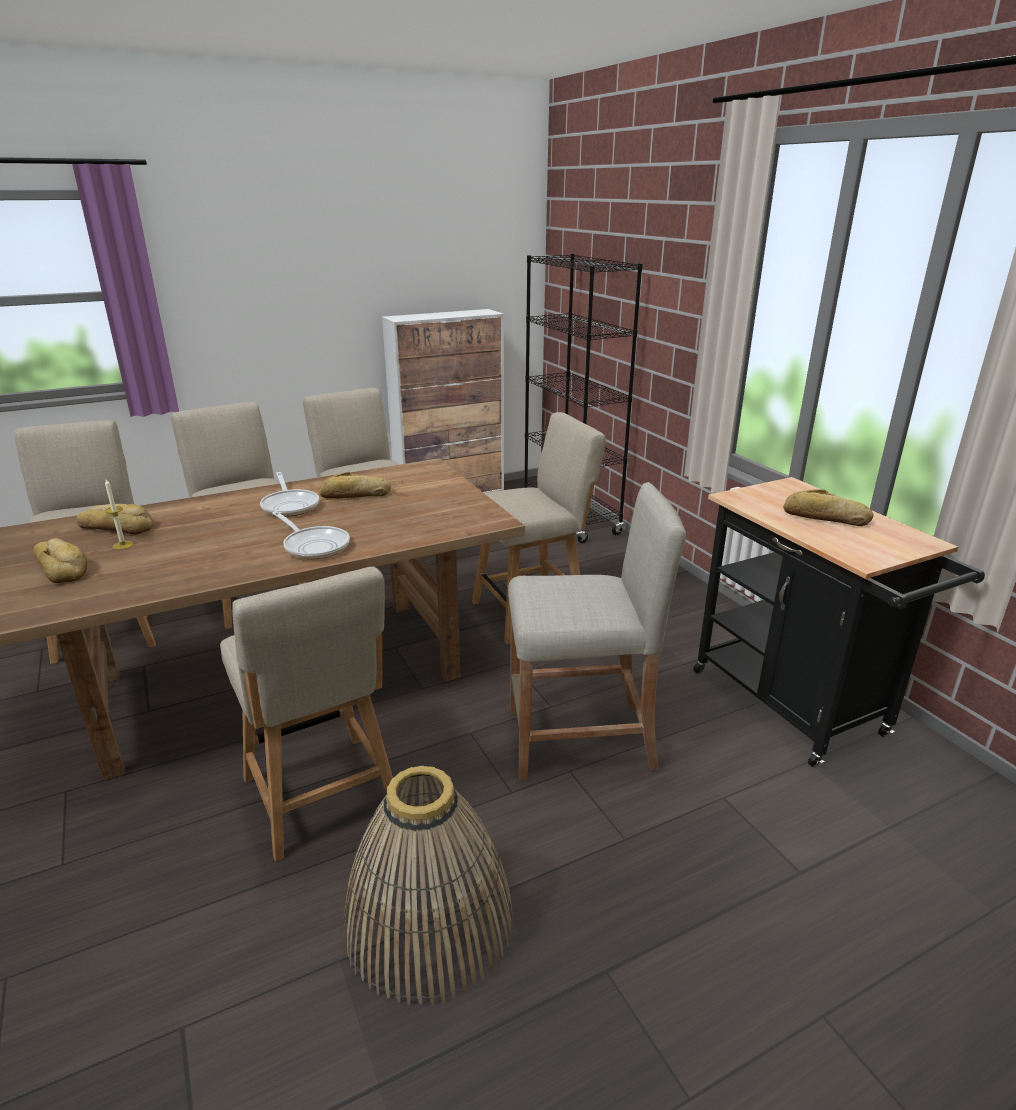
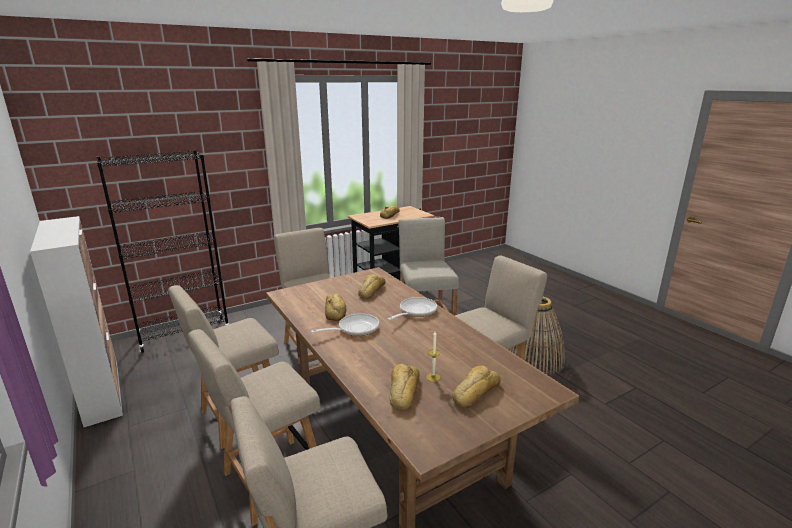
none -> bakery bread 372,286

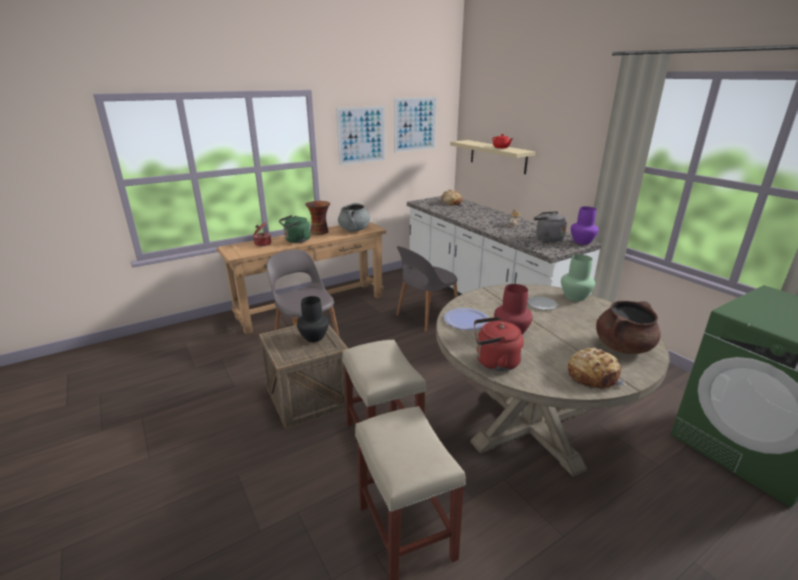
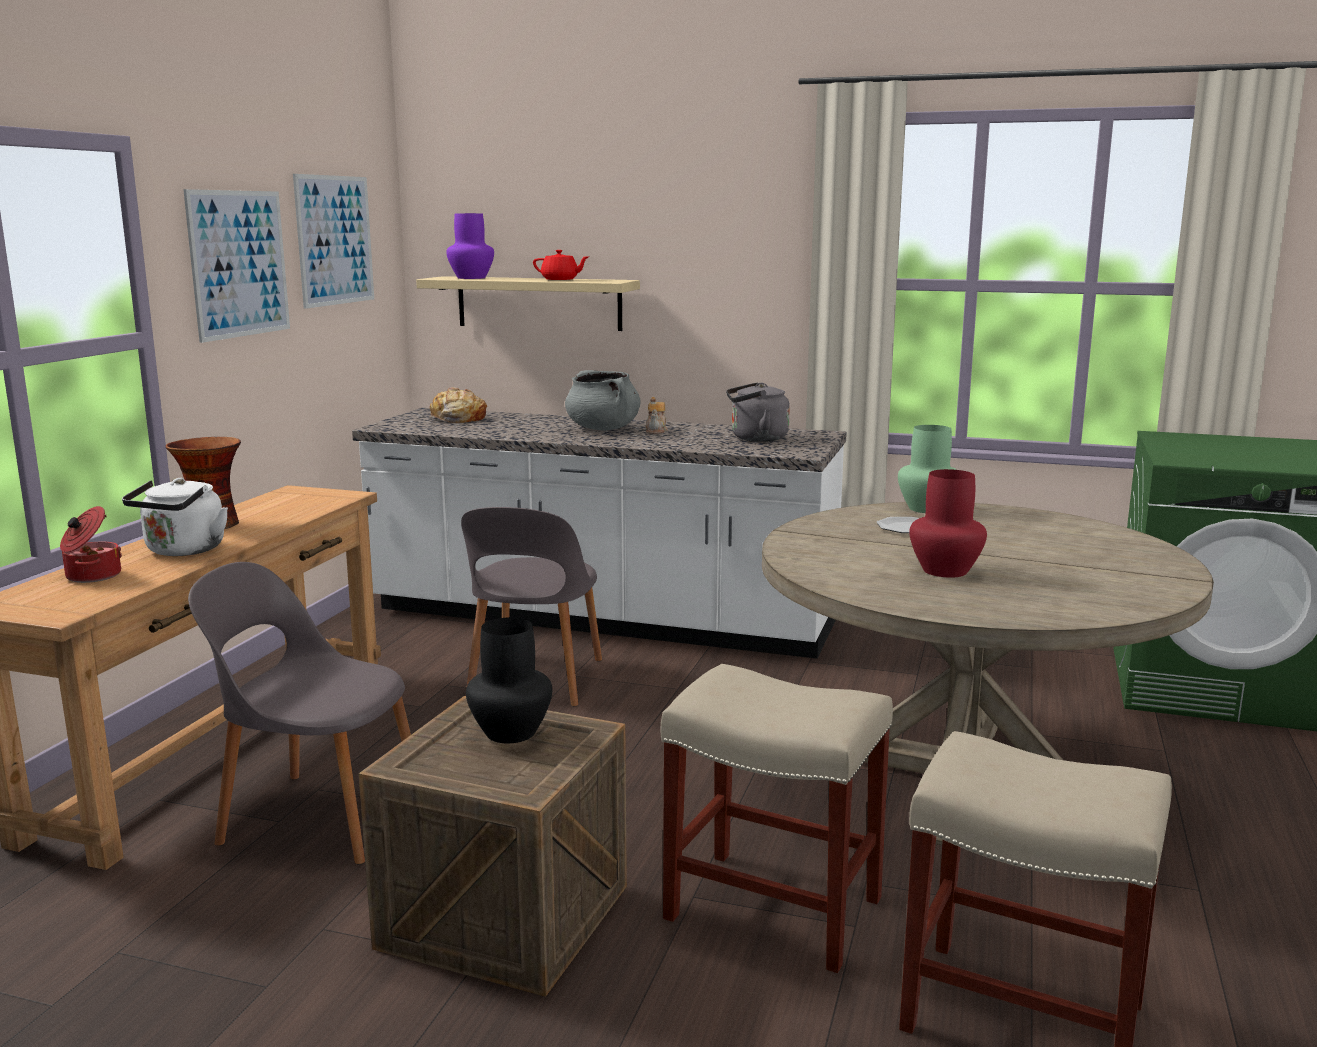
green-coloured water kettle 294,229 -> white-coloured water kettle 175,517
greyish saucepot 354,217 -> greyish saucepot 603,400, shifted
dinner plate 466,319 -> none
reddish water kettle 499,344 -> none
bakery bread 597,368 -> none
purplish vase 585,225 -> purplish vase 470,246, shifted
brownish saucepot 628,327 -> none

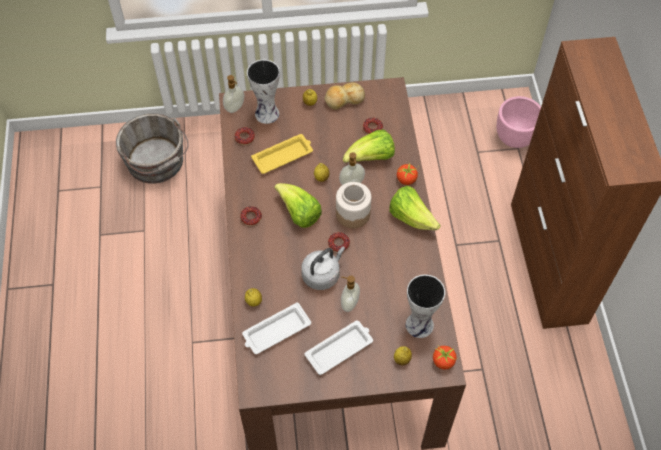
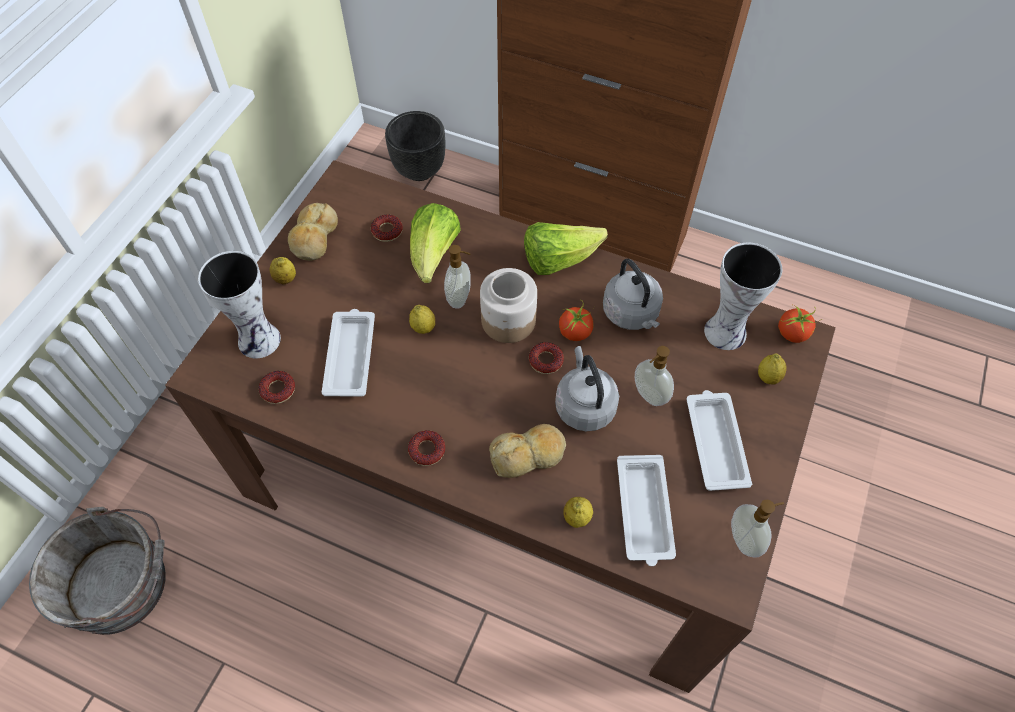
soap dispenser 233,94 -> soap dispenser 757,529, shifted
yellow carrying tray 282,154 -> white-coloured carrying tray 348,353
head of lettuce 298,205 -> none
tomato 408,173 -> tomato 576,320, shifted
pink-coloured flower pot 518,122 -> black-coloured flower pot 415,146
none -> bakery bread 527,451
none -> greyish water kettle 633,294

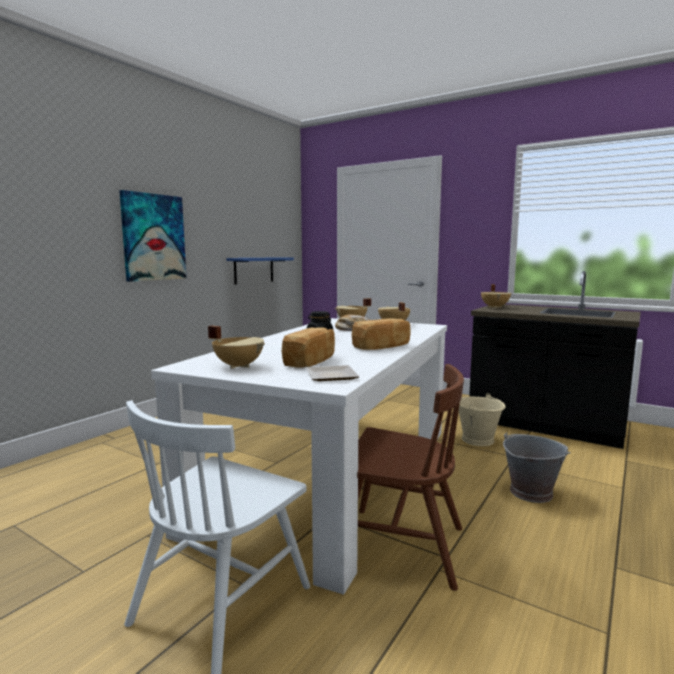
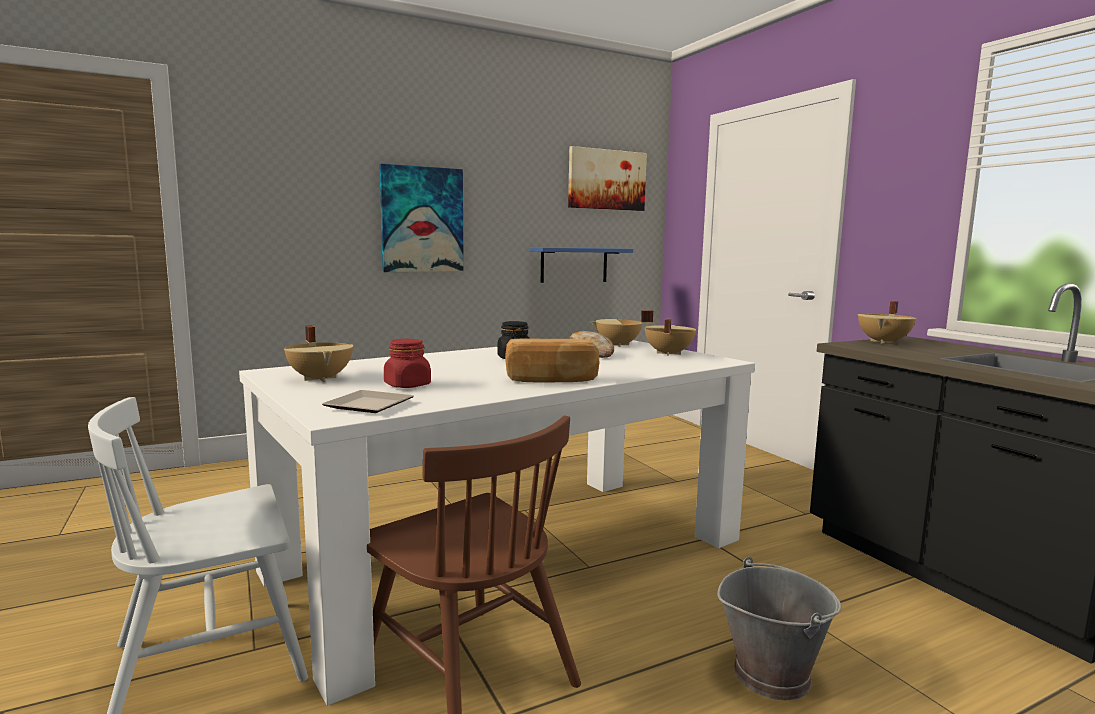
bakery bread 308,347 -> reddish jar 407,363
beige water bucket 482,419 -> none
none -> wall art 607,178

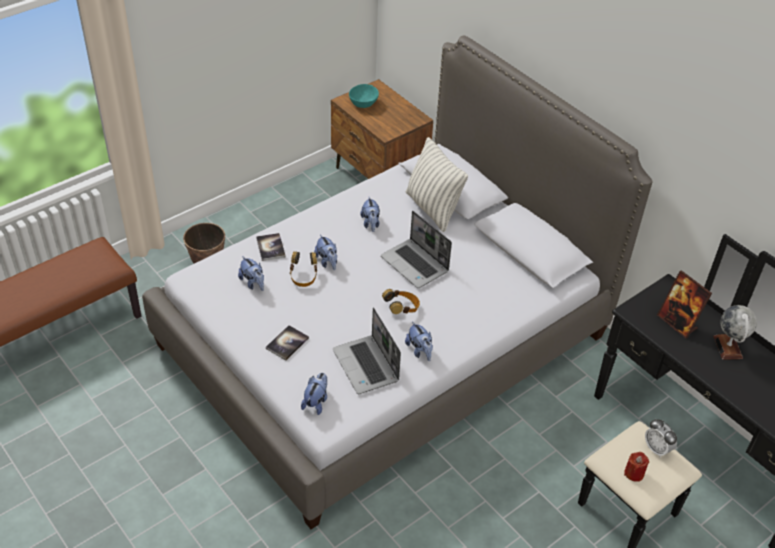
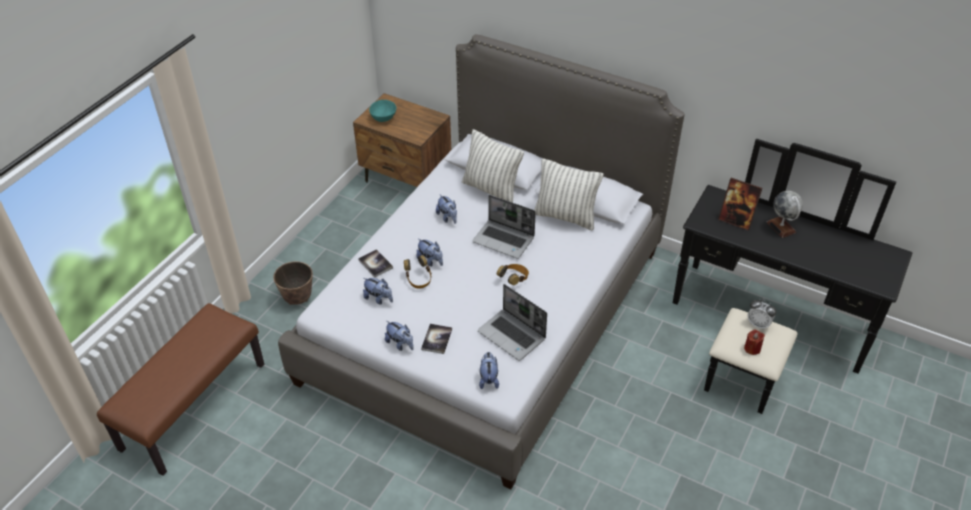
soft toy 419,341 -> soft toy 399,336, shifted
none -> pillow 569,194

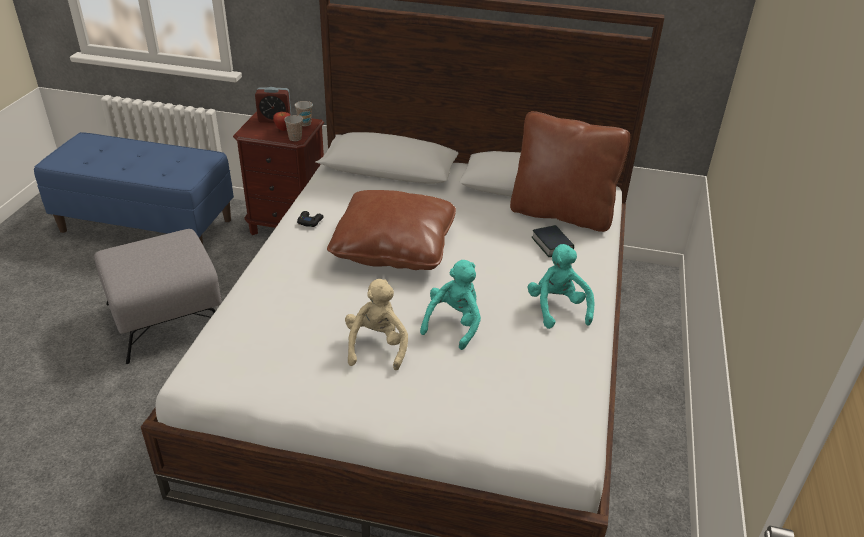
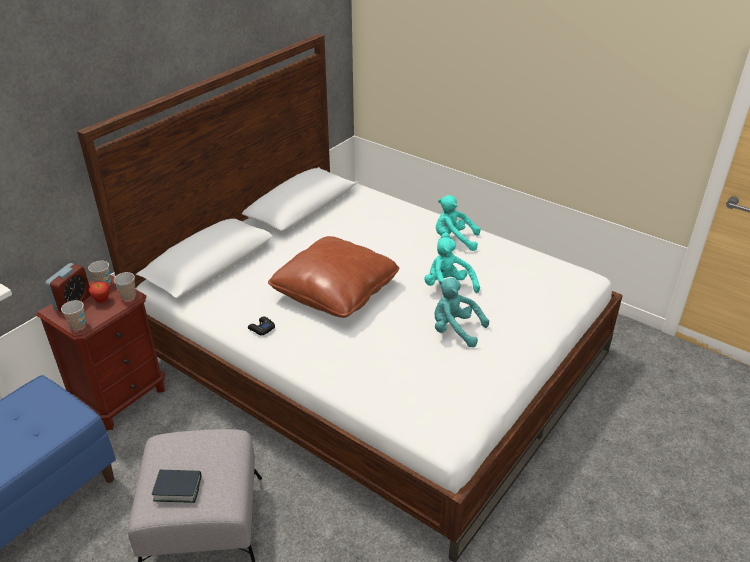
beige soft toy 376,324 -> turquoise-coloured soft toy 461,312
brownish pillow 570,171 -> none
book 553,241 -> book 176,486, shifted
none -> cup 73,315

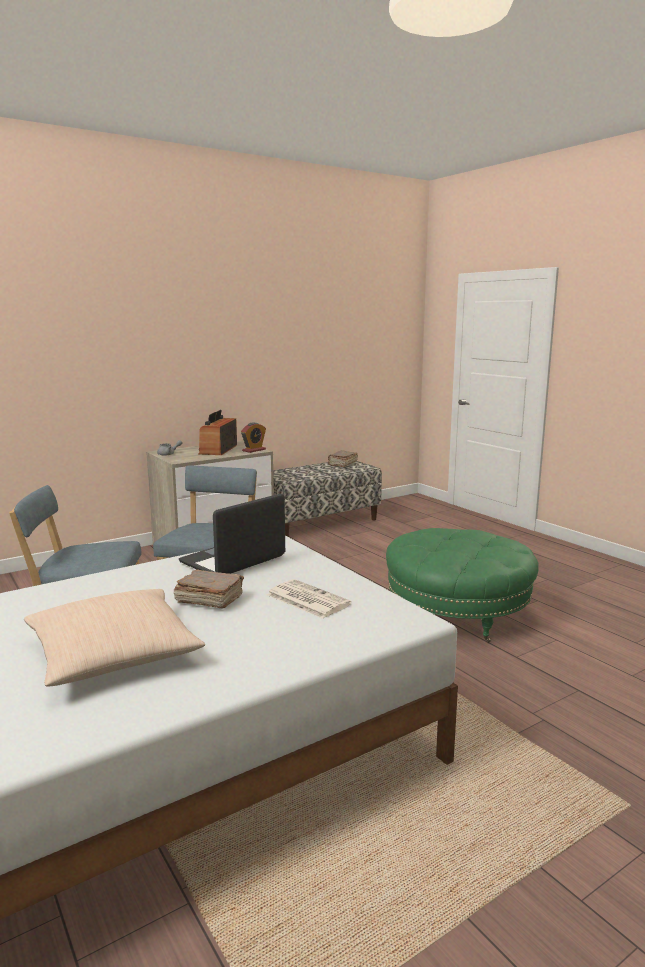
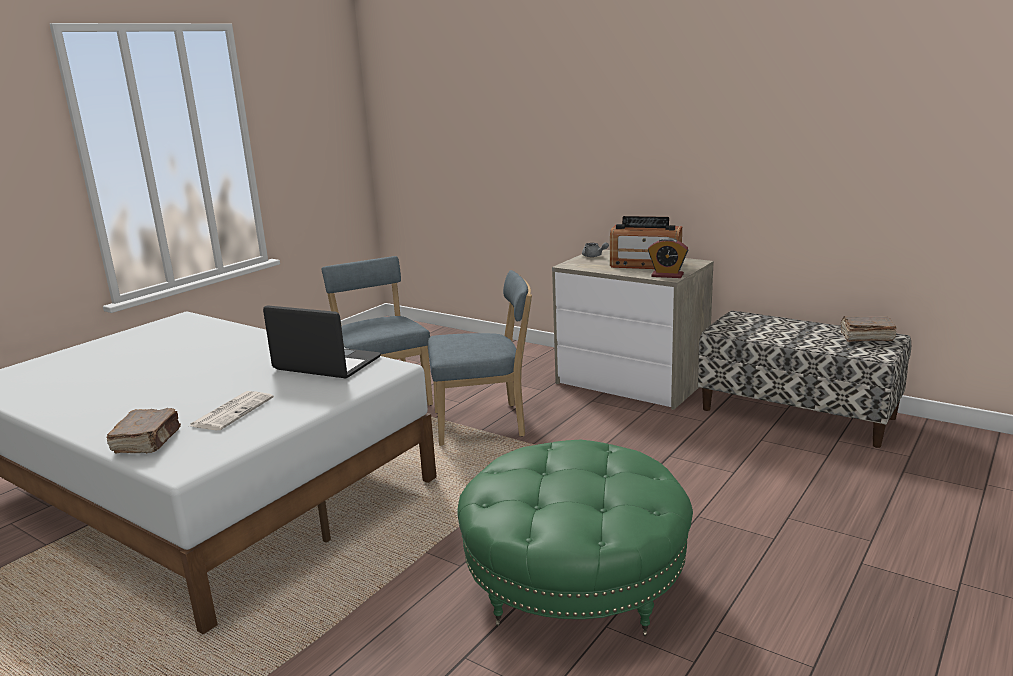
beige pillow 114,637 -> none
brownish book 209,589 -> brownish book 143,430, shifted
radio 217,432 -> radio 646,242, 150 degrees counterclockwise

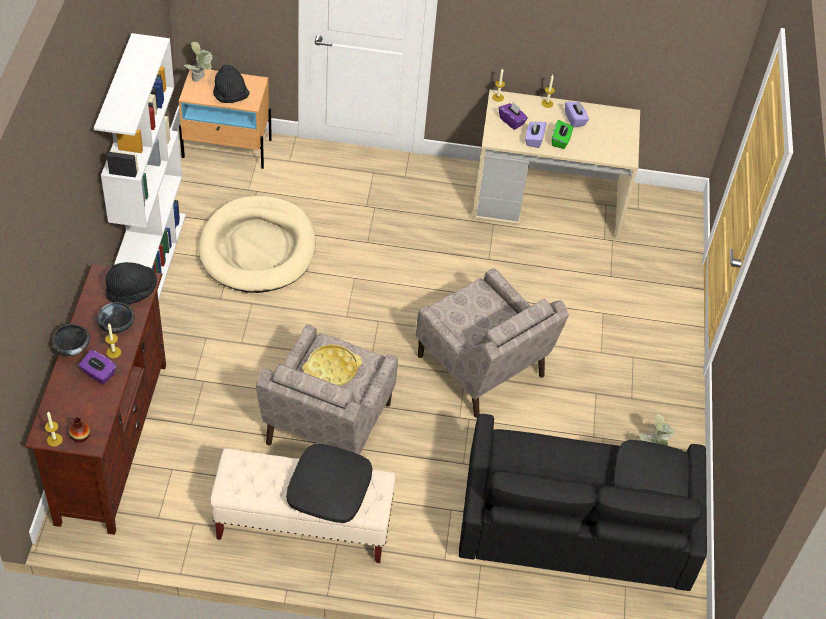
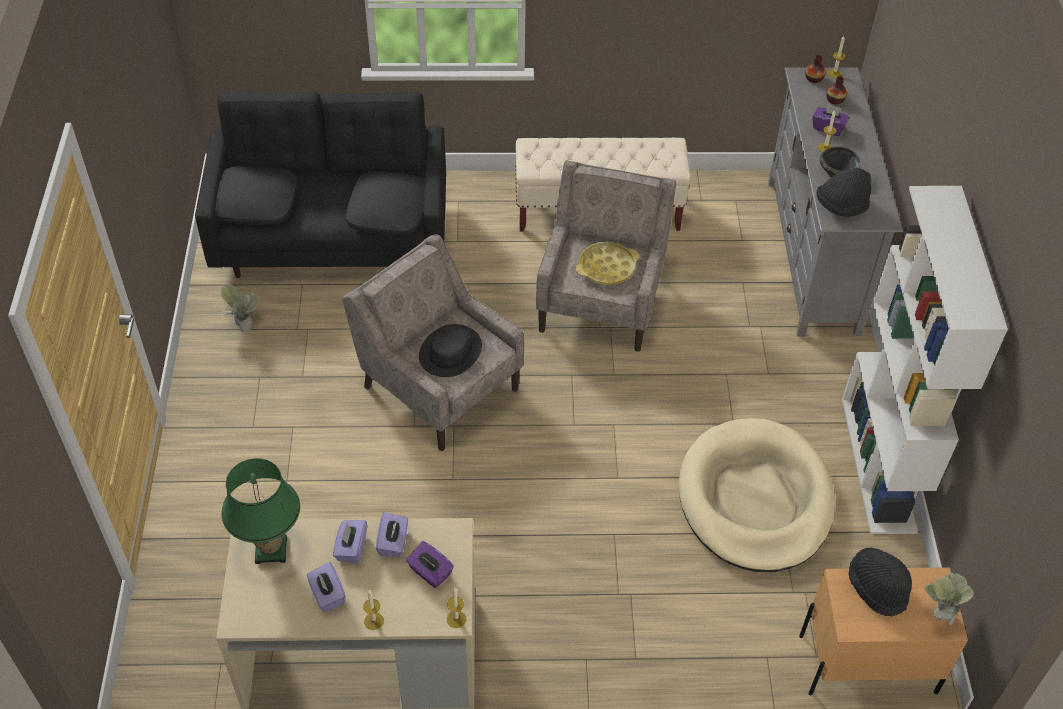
brownish tv stand 95,399 -> greyish tv stand 835,202
black-coloured bowl 70,340 -> none
black-coloured pillow 329,483 -> black-coloured pillow 385,203, shifted
green-coloured tissue box 562,134 -> purplish tissue box 350,542
none -> green-coloured table lamp 261,511
none -> black-coloured wearable hat 450,350
none -> vase 836,90

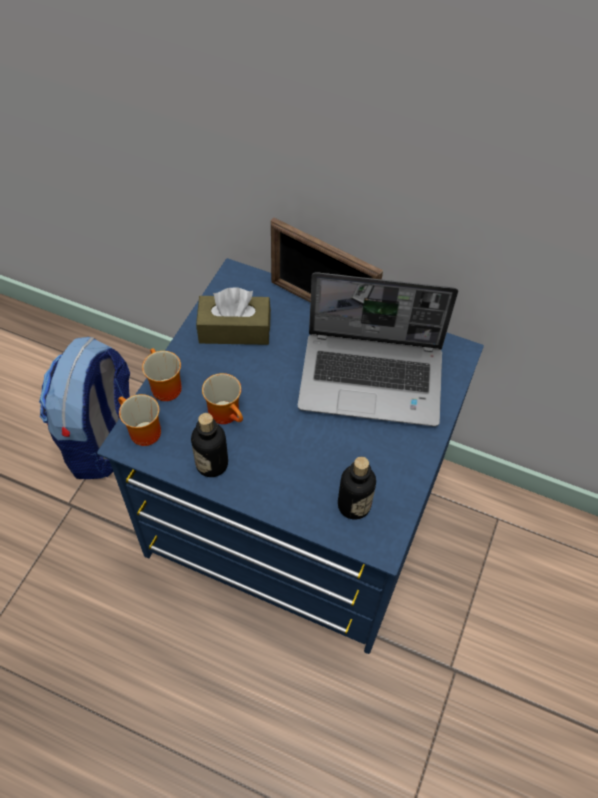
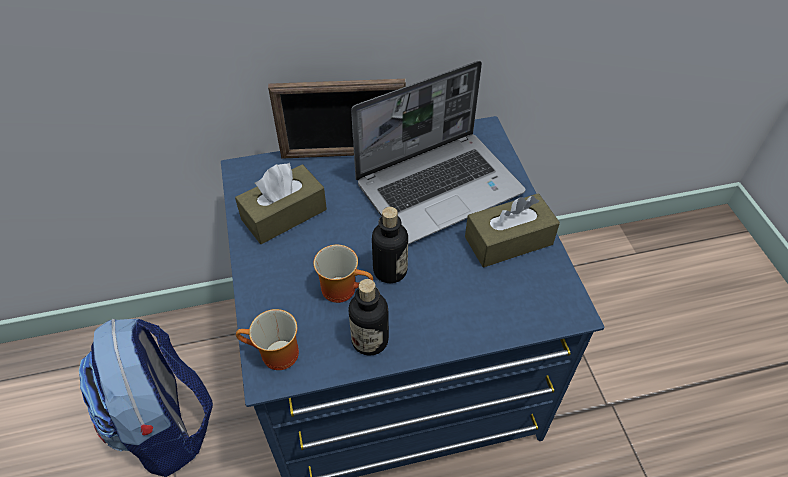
coffee mug 162,374 -> none
drink bottle 357,488 -> drink bottle 390,245, shifted
none -> brownish tissue box 512,230

